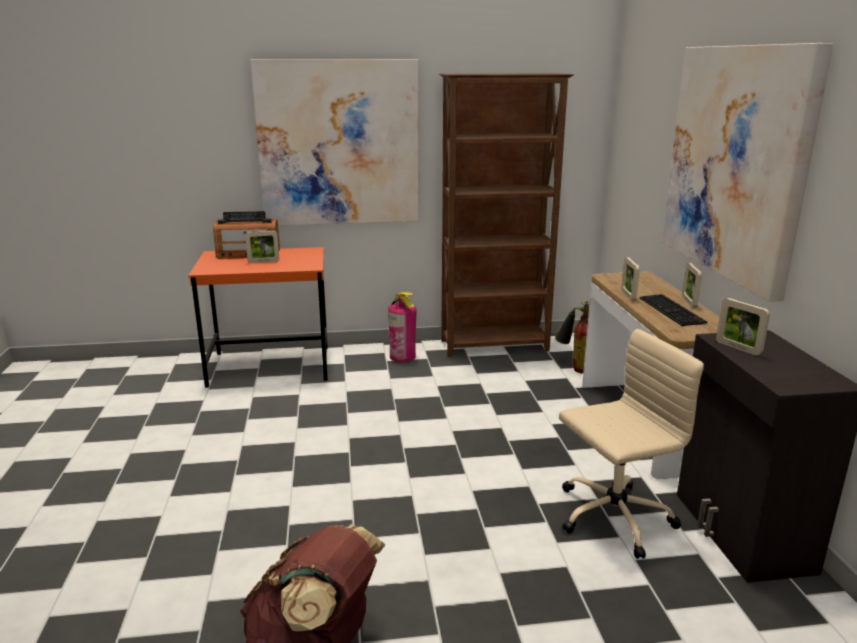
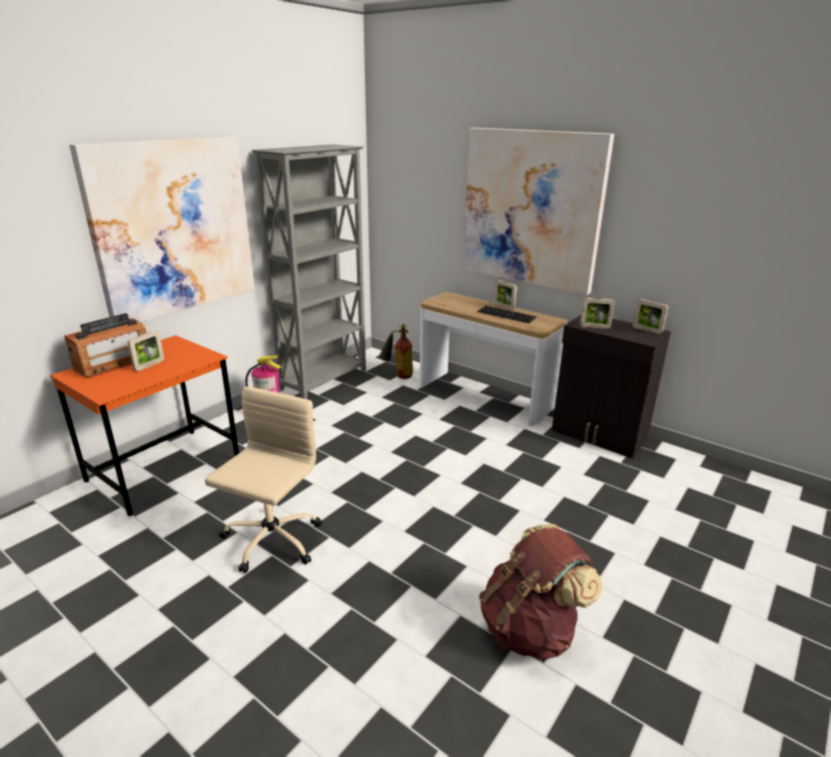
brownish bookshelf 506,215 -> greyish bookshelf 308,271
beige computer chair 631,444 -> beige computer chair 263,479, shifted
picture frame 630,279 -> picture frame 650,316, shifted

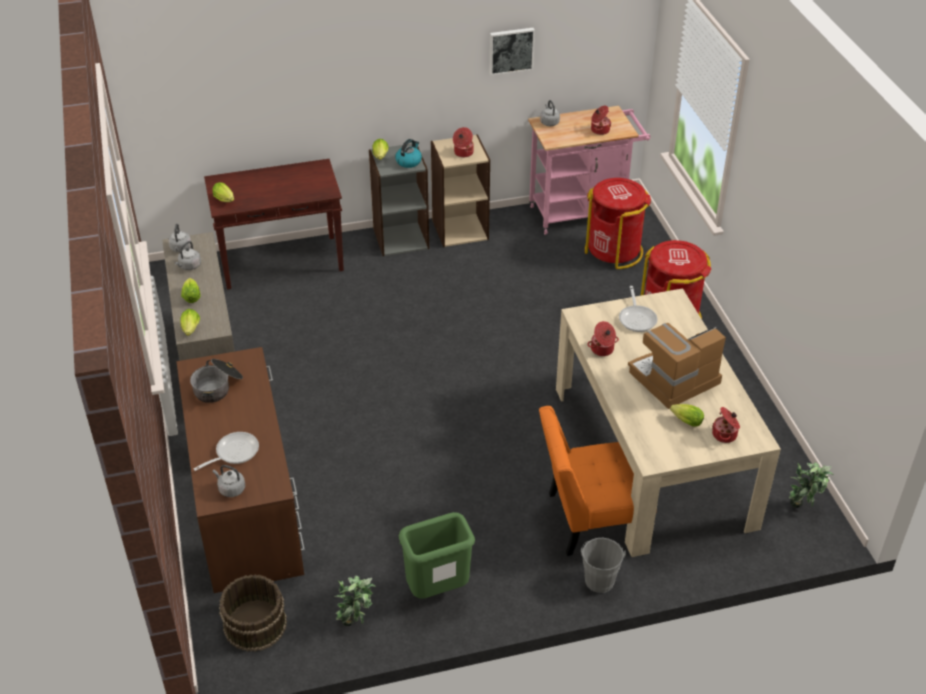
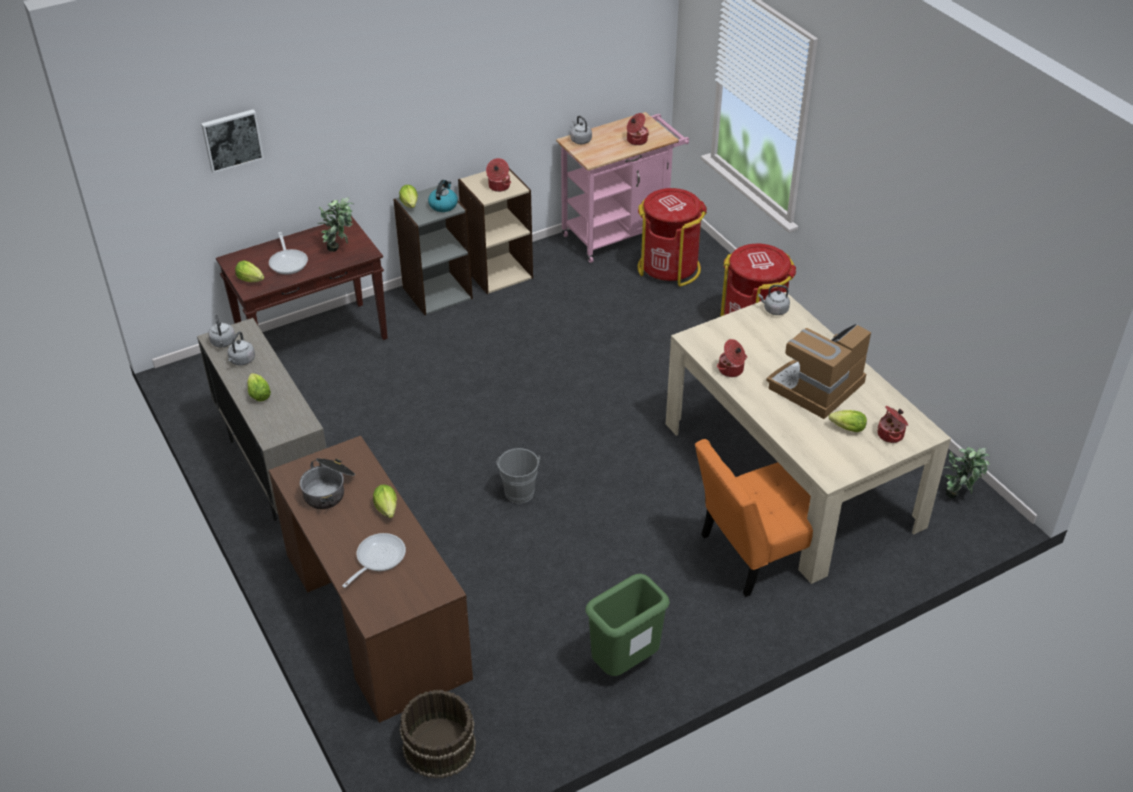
head of lettuce 190,322 -> head of lettuce 385,501, shifted
greyish water kettle 229,481 -> greyish water kettle 774,300, shifted
houseplant 355,601 -> houseplant 335,224, shifted
wall art 512,51 -> wall art 232,141, shifted
greyish water bucket 603,565 -> greyish water bucket 518,475, shifted
frying pan 638,309 -> frying pan 288,253, shifted

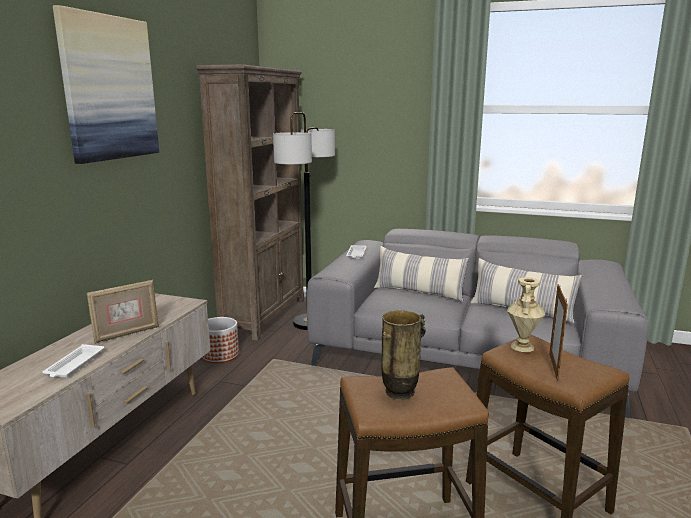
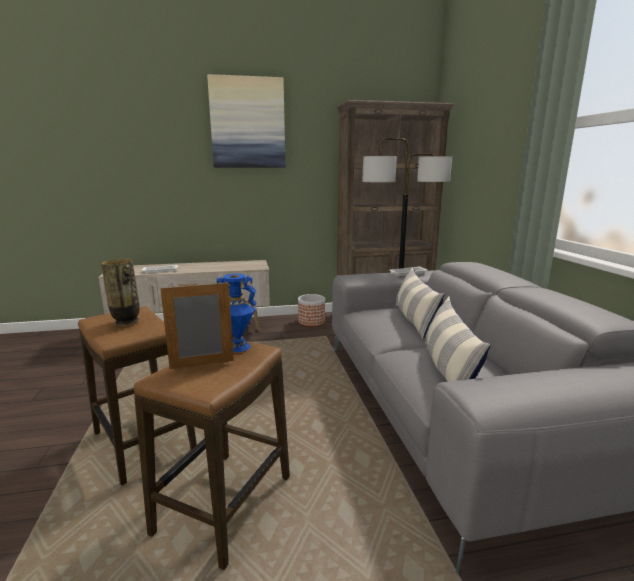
picture frame 123,311 -> none
beige vase 526,314 -> bluish vase 236,313

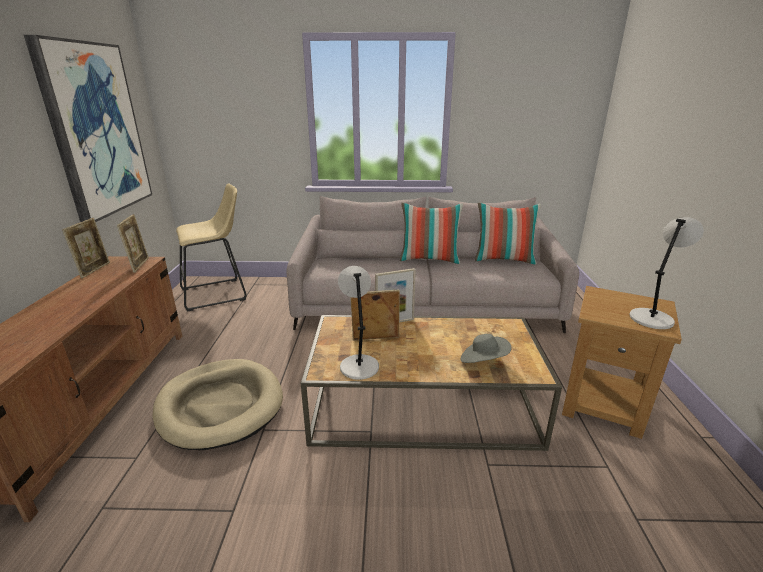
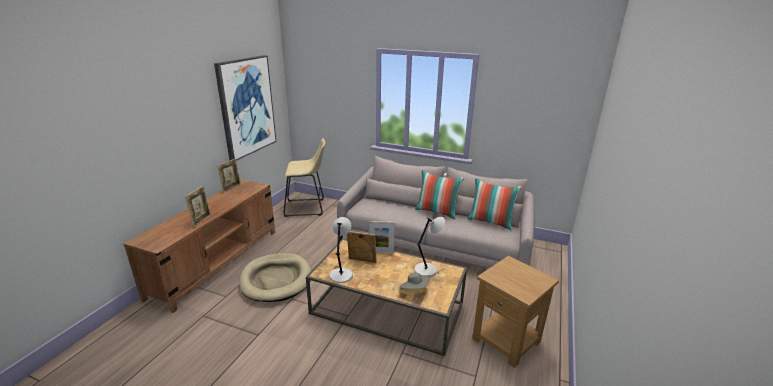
picture frame 133,243 -> picture frame 198,206, shifted
greyish table lamp 666,273 -> greyish table lamp 429,247, shifted

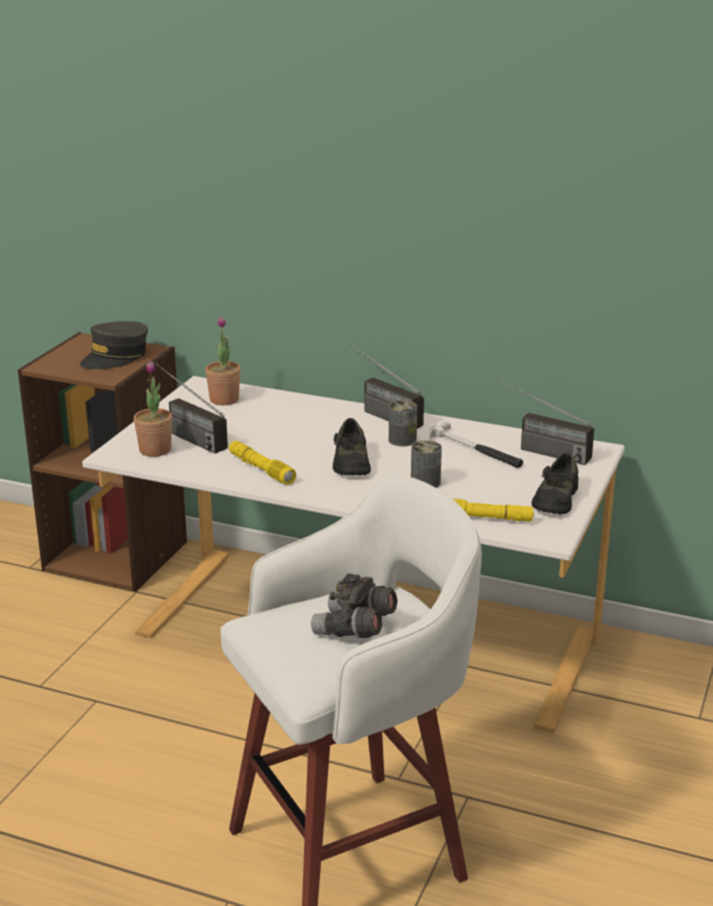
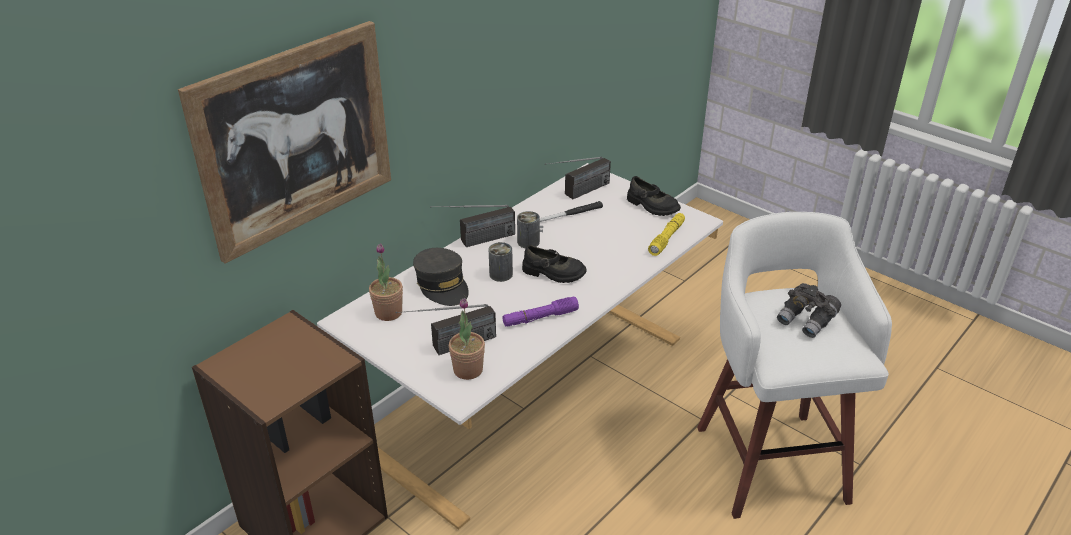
greyish cap 114,345 -> greyish cap 441,277, shifted
yellow flashlight 262,463 -> purplish flashlight 540,311
sealed can 426,464 -> sealed can 501,262, shifted
none -> wall art 284,142

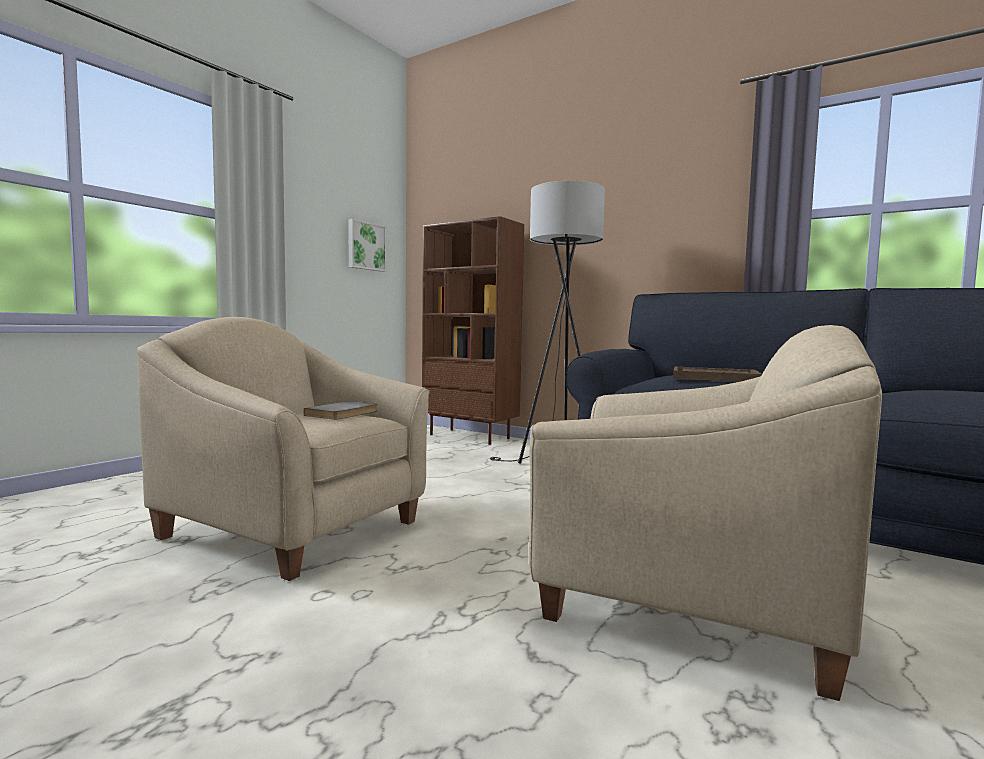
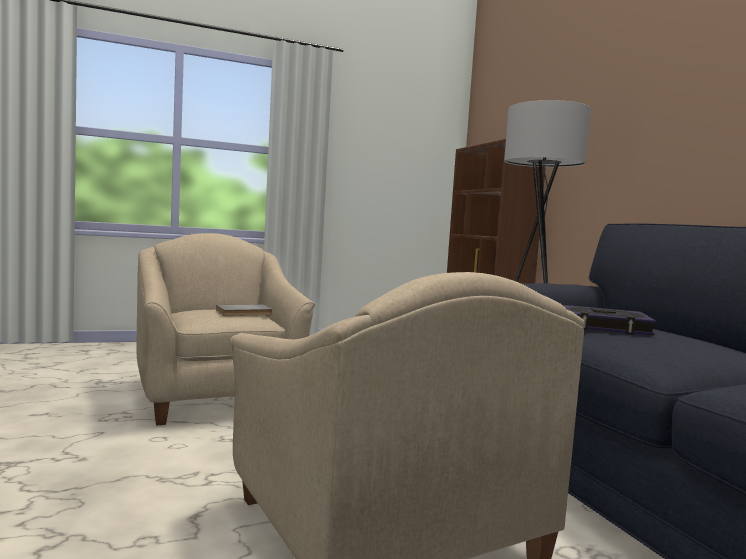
wall art 367,245 -> none
brownish carrying tray 717,374 -> book 609,320

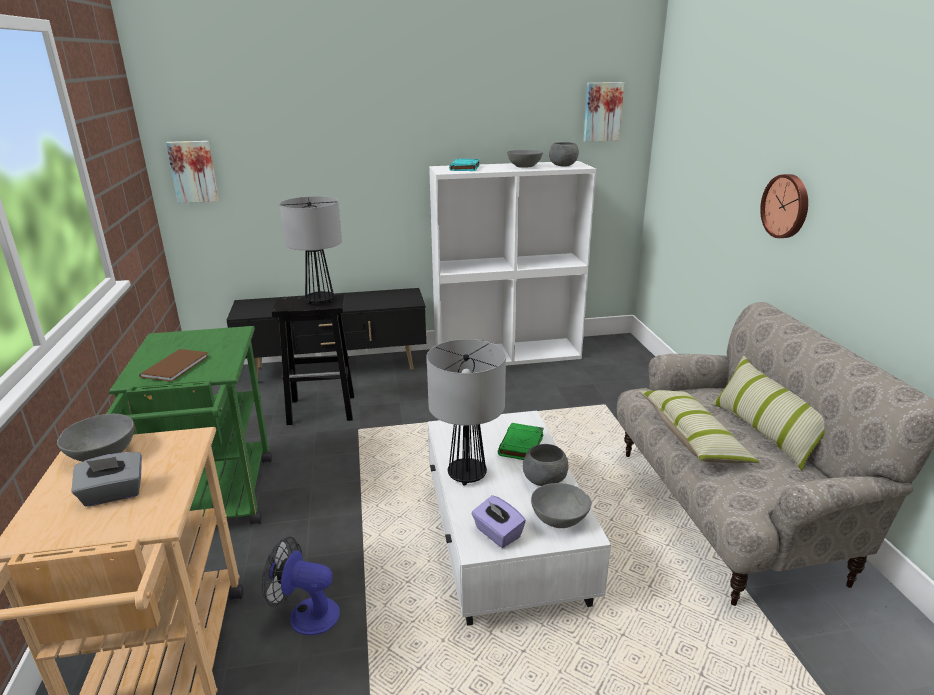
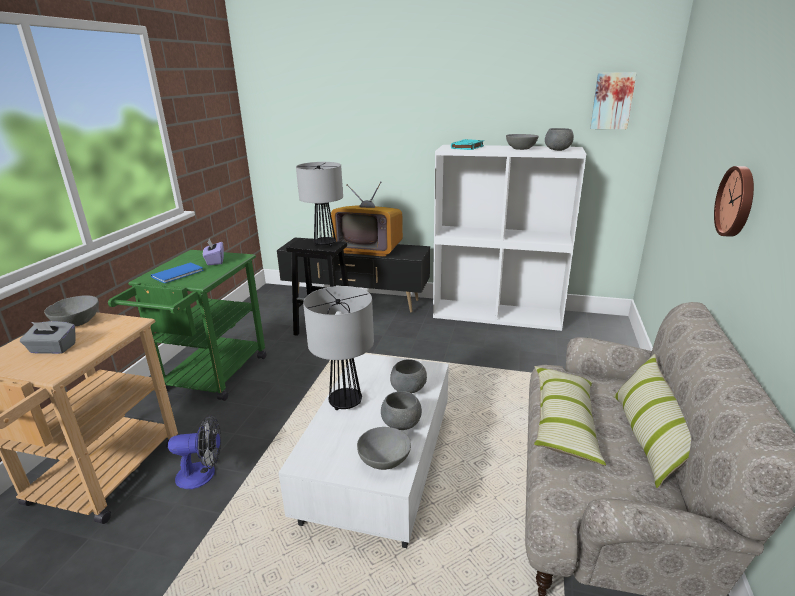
brownish book 173,365 -> bluish book 177,272
wall art 192,172 -> none
cooling fan 301,586 -> cooling fan 194,452, 135 degrees clockwise
purplish tissue box 498,521 -> purplish tissue box 213,252, shifted
green-coloured book 521,441 -> greyish bowl 408,376
none -> television 367,219

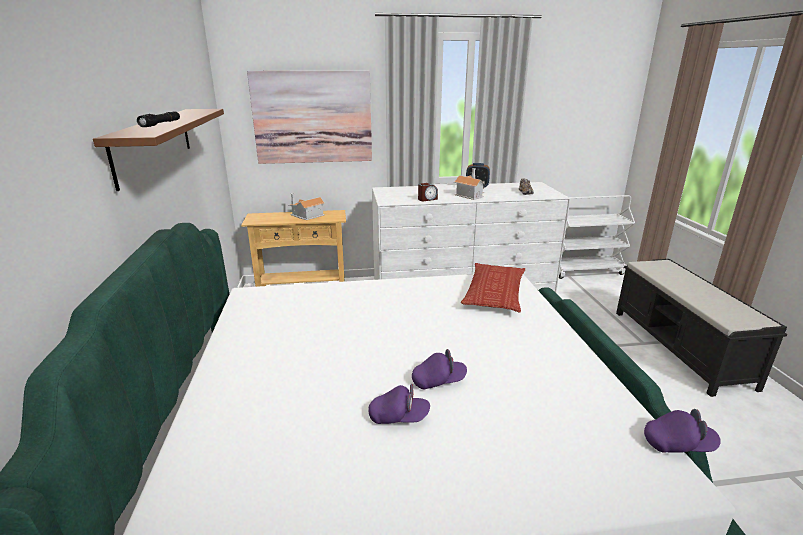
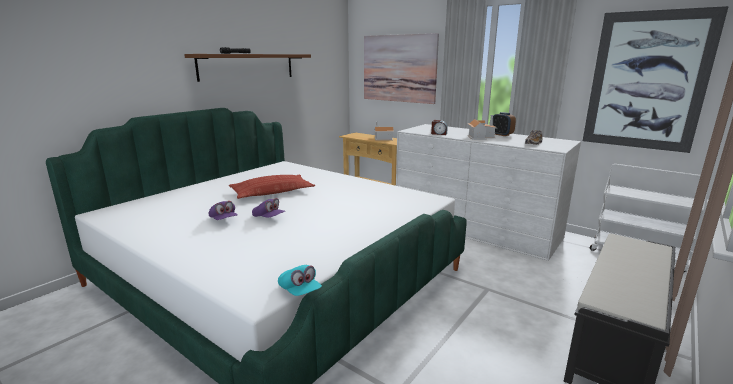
pillow 493,287 -> pillow 272,187, shifted
purplish cap 682,431 -> turquoise-coloured cap 300,280
none -> wall art 656,79

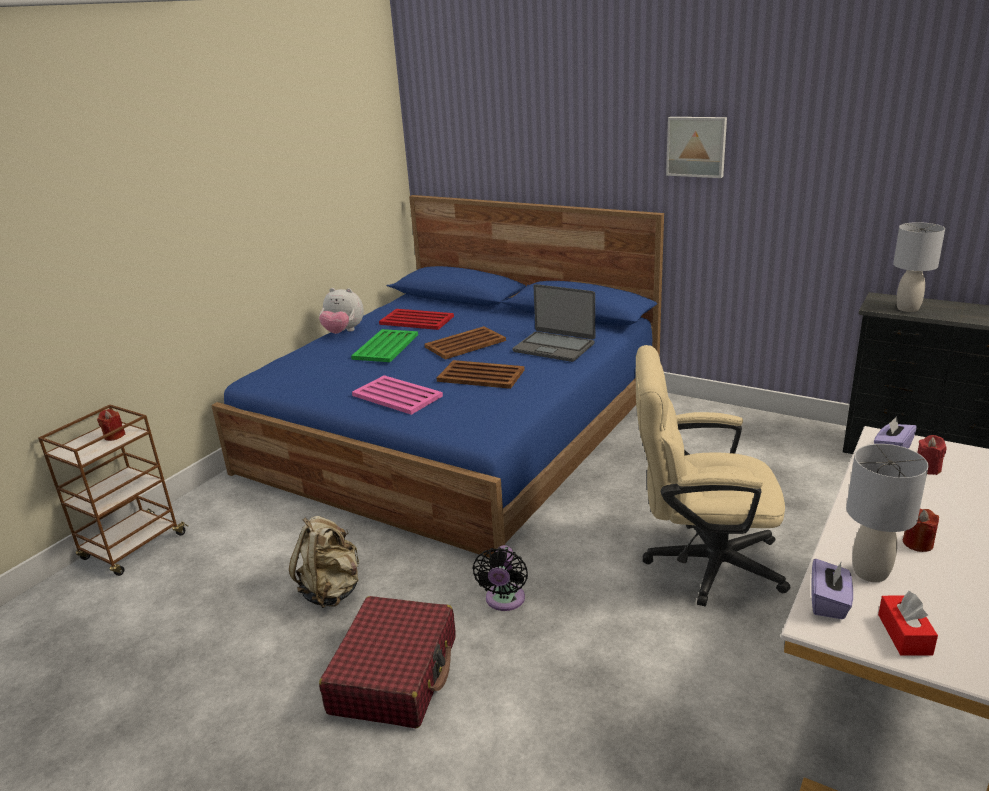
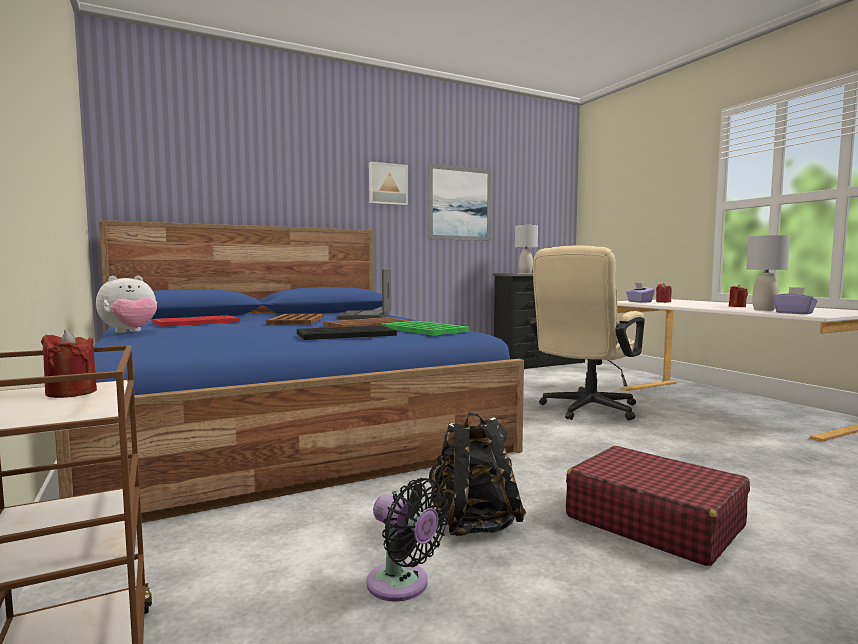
beige knapsack 324,562 -> black-coloured knapsack 477,474
green-coloured carrying tray 384,345 -> green-coloured carrying tray 425,328, shifted
pink-coloured carrying tray 397,395 -> black-coloured carrying tray 347,332
black-coloured cooling fan 500,578 -> black-coloured cooling fan 407,540, shifted
notebook computer 554,323 -> notebook computer 363,293, 120 degrees clockwise
reddish tissue box 908,623 -> none
none -> wall art 460,202

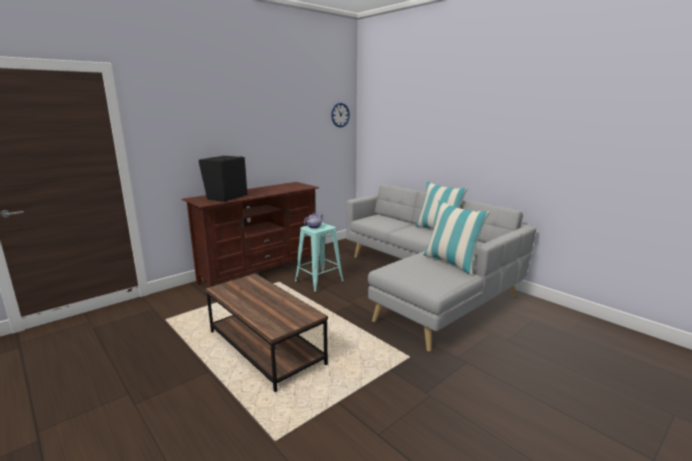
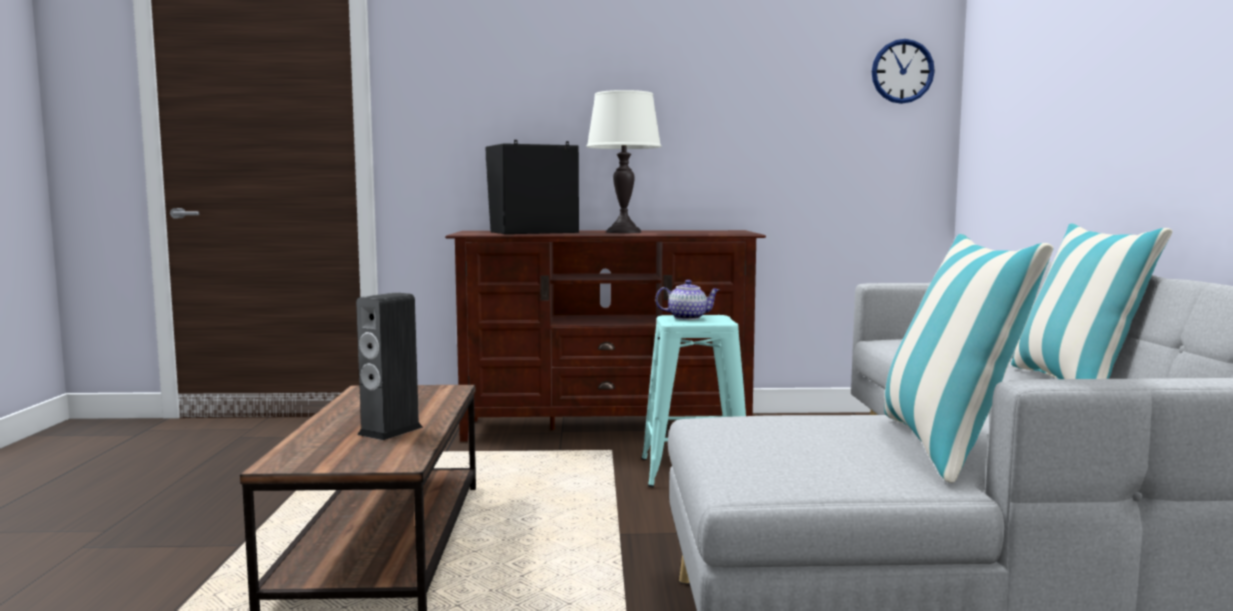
none -> speaker 389,366
none -> white-coloured table lamp 624,161

